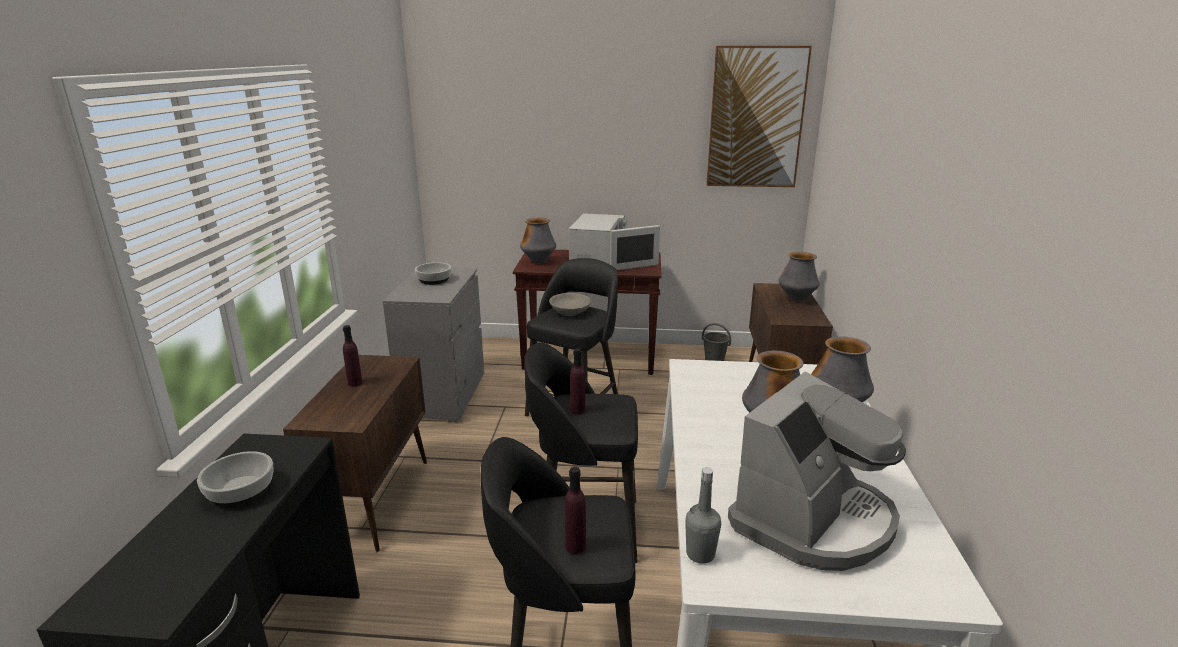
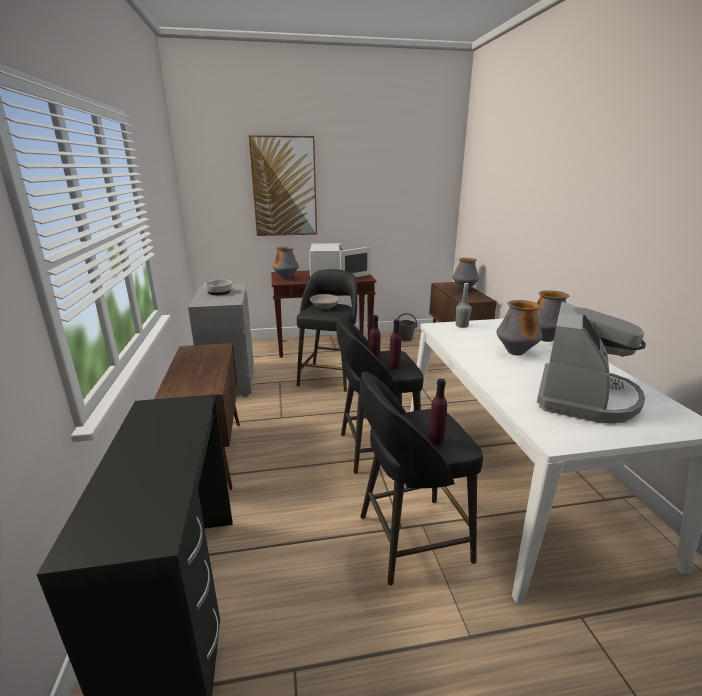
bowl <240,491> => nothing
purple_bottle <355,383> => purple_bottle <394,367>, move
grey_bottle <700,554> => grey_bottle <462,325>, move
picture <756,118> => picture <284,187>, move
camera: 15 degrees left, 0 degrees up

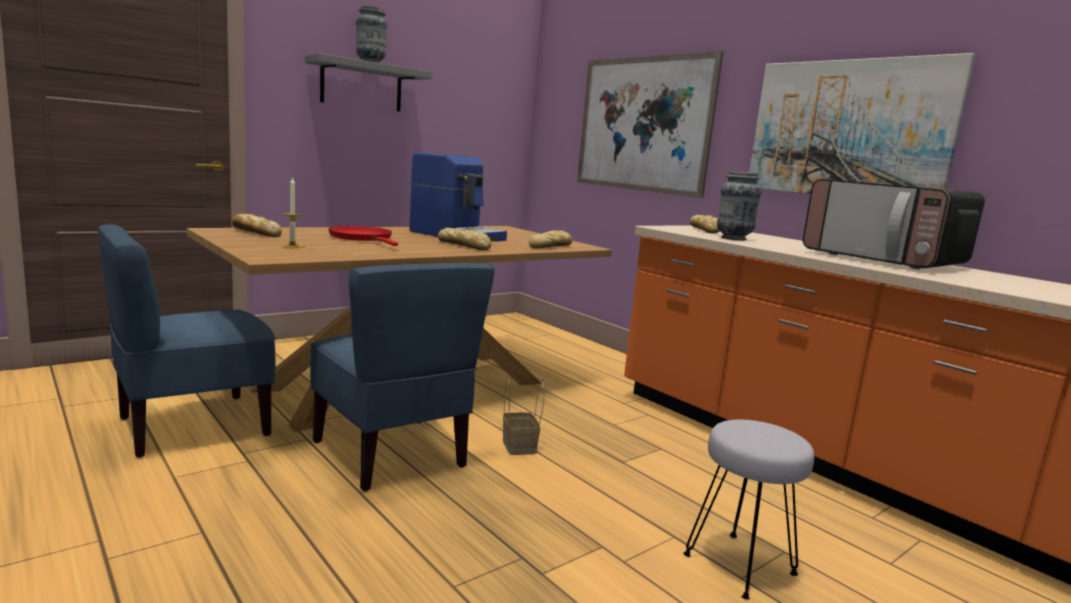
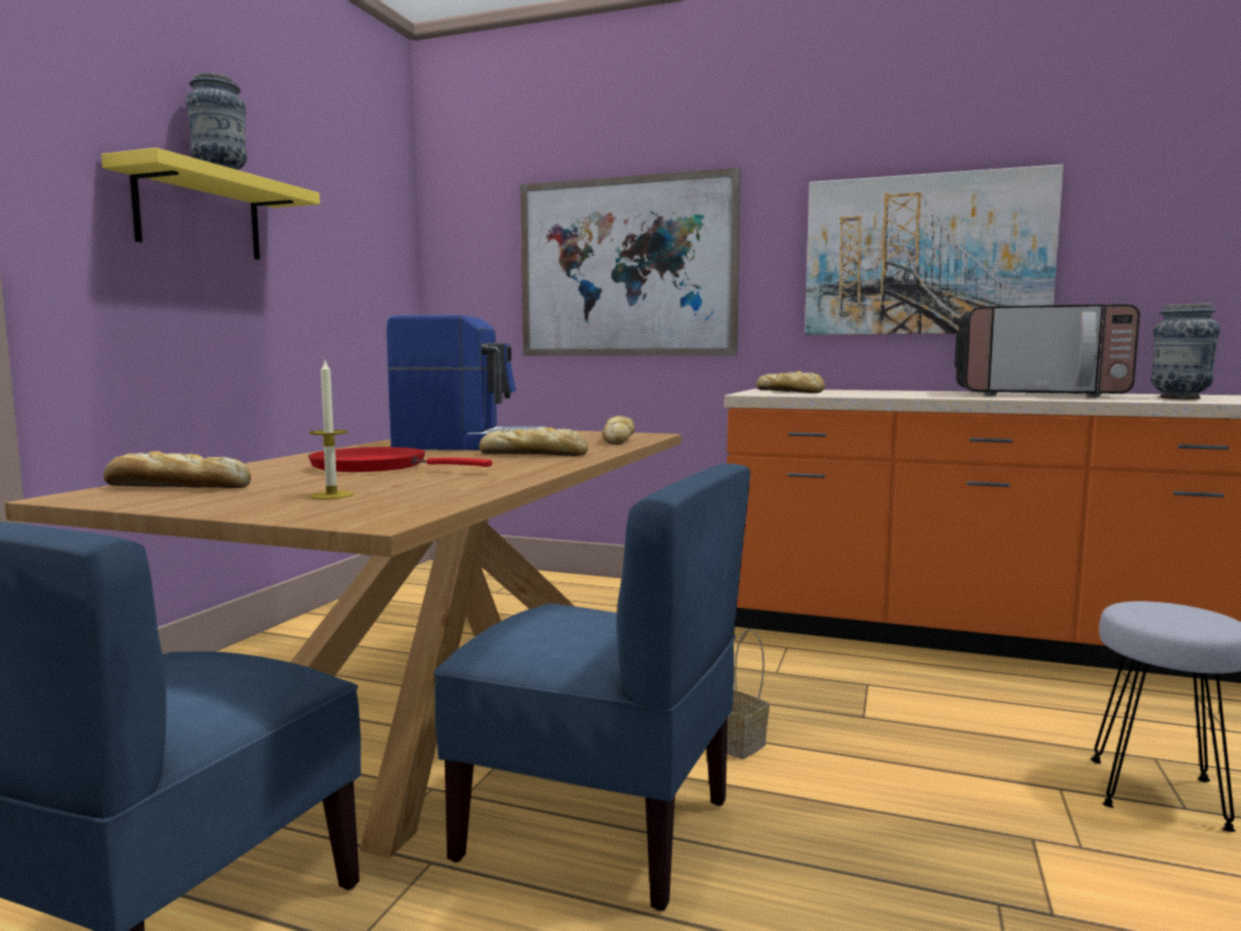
grey_shelf <361,86> => yellow_shelf <199,214>
vase <733,238> => vase <1179,398>, move
camera: 30 degrees left, 5 degrees down

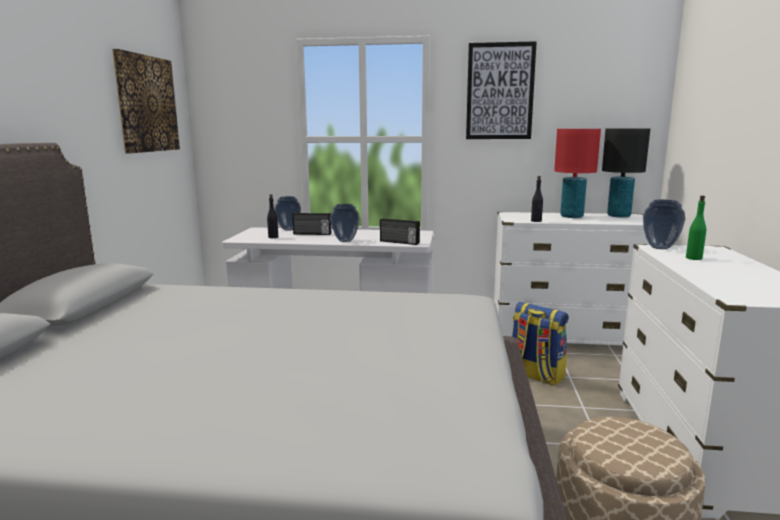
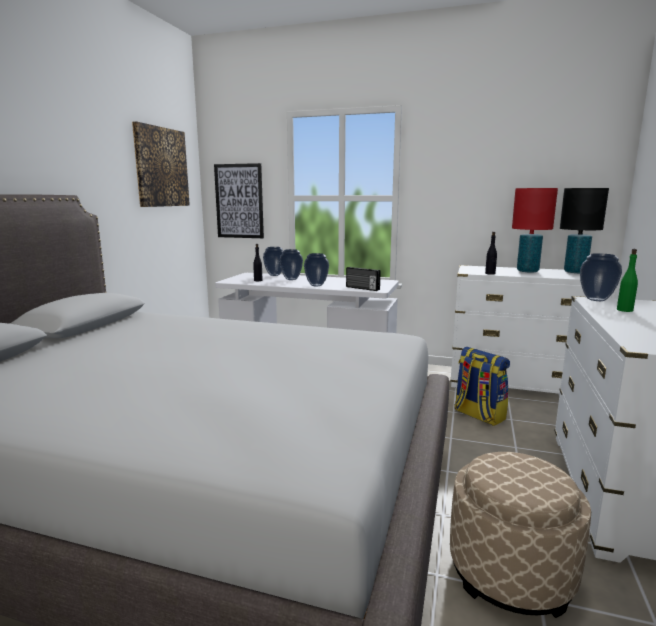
radio <312,234> => vase <291,279>
picture <500,91> => picture <239,201>, move
camera: 10 degrees right, 0 degrees up

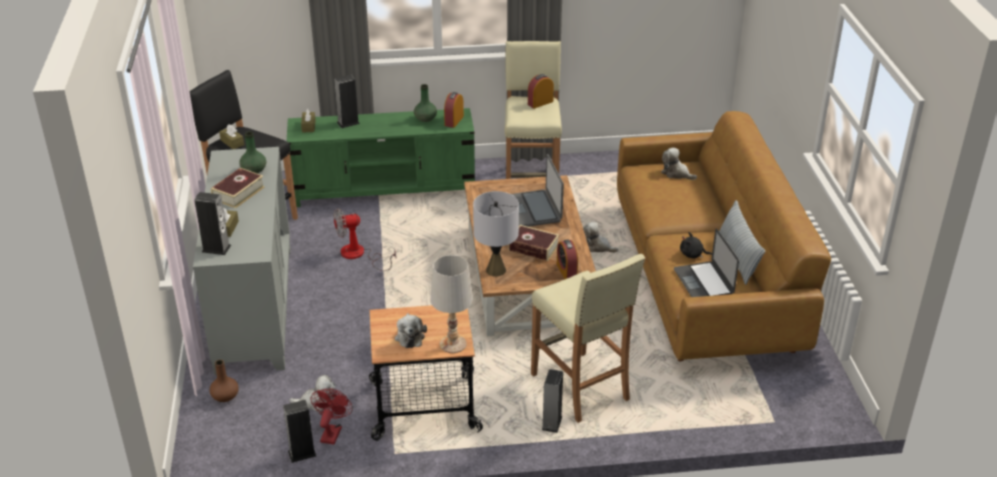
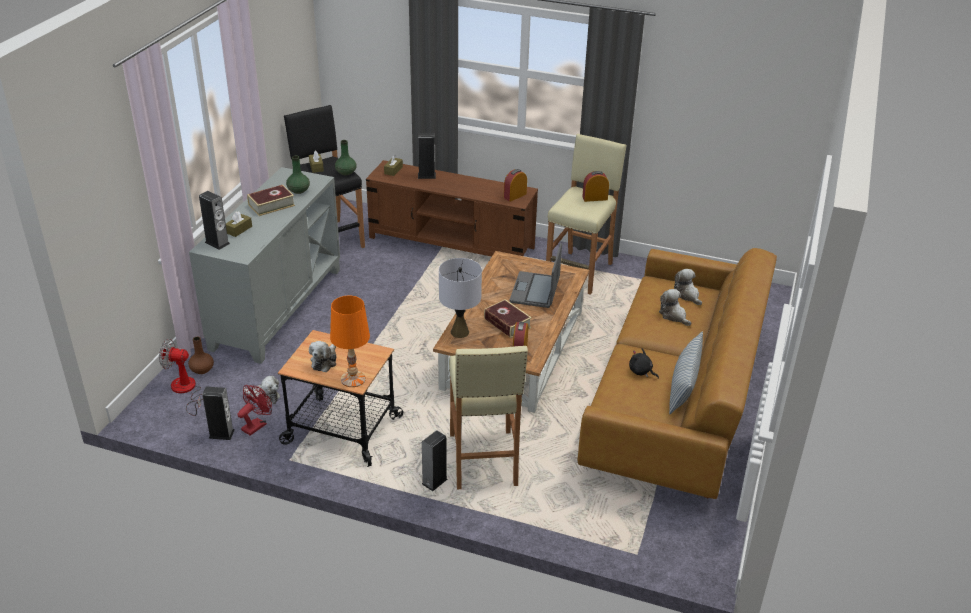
green_tv_stand <385,189> => brown_tv_stand <452,243>
fan <359,255> => fan <186,391>, move
green_vase <425,119> => green_vase <345,172>, move
white_table_lamp <453,344> => orange_table_lamp <353,379>
plush_toy <597,247> => plush_toy <673,316>, move
laptop <703,281> => nothing
camera: 25 degrees right, 0 degrees up

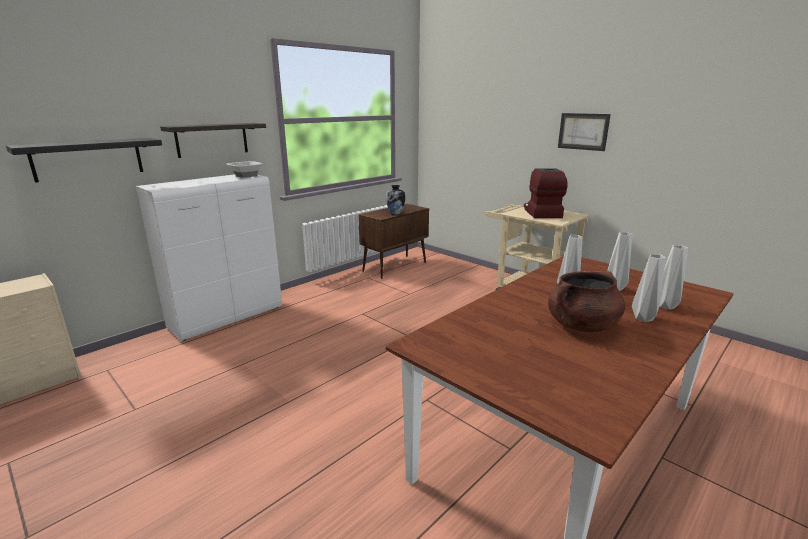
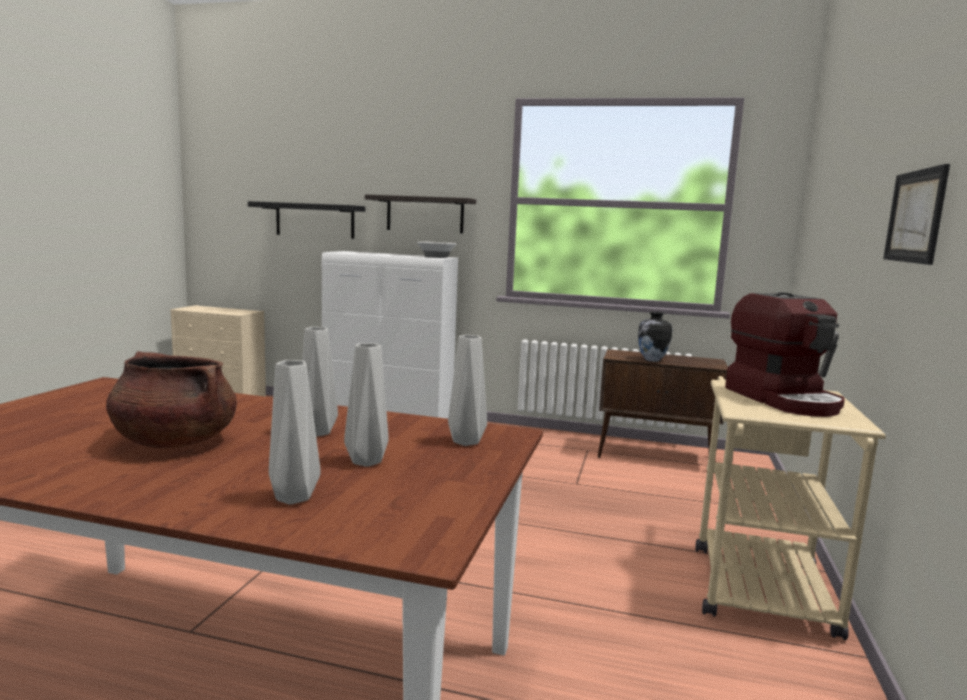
coffee_machine <541,213> => coffee_machine <784,399>, 105 degrees clockwise
grey_vase <643,318> => grey_vase <468,441>, move
camera: 60 degrees right, 10 degrees down

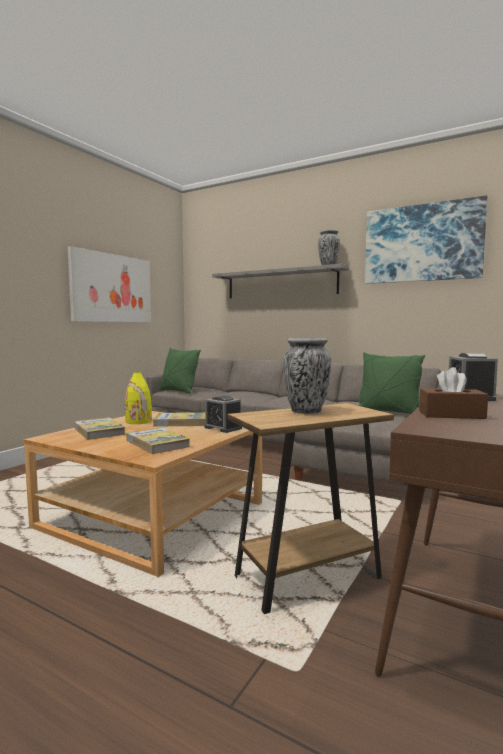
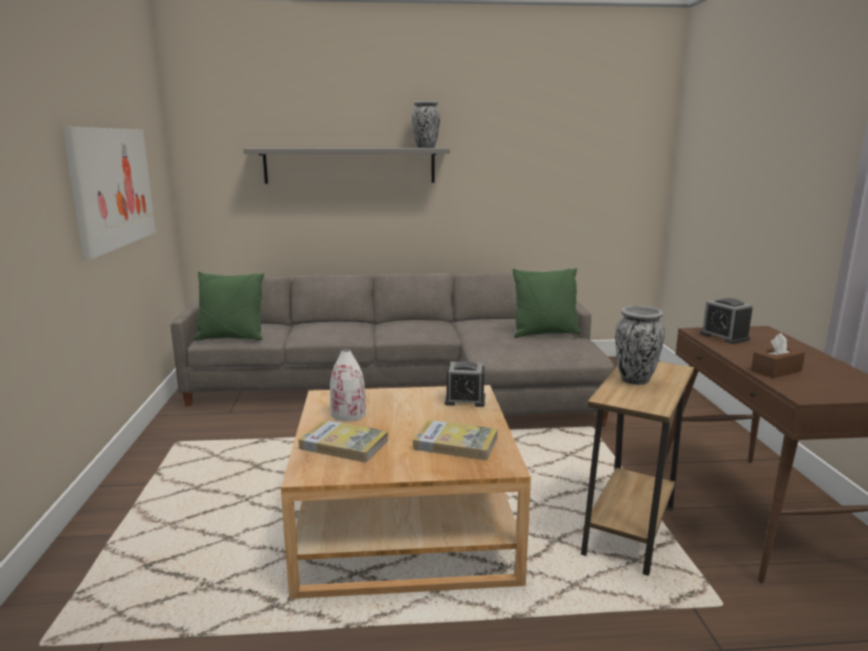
yellow_vase <139,421> => white_vase <348,414>
book <181,422> => nothing
picture <422,243> => nothing
camera: 35 degrees left, 10 degrees up

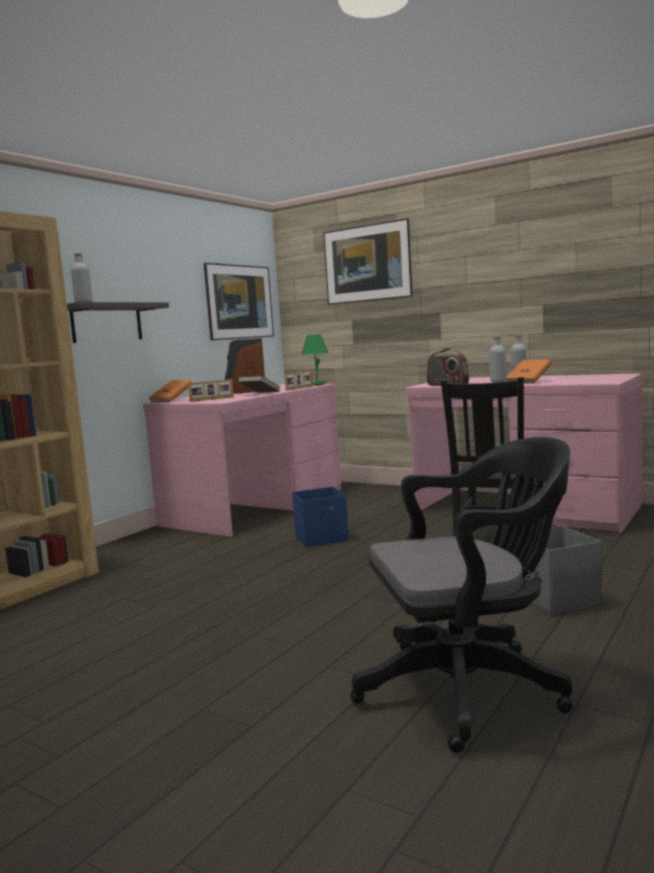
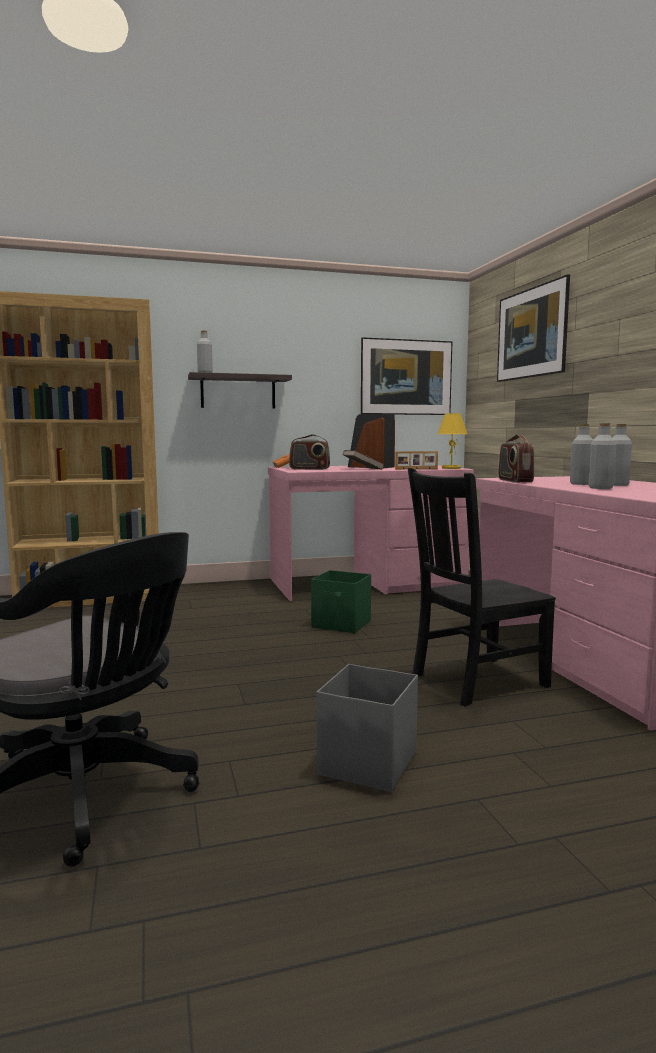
picture_frame <212,399> => radio <309,469>
blue_storage_box <322,538> => green_storage_box <342,624>
green_table_lamp <316,384> => yellow_table_lamp <451,468>
orange_book <529,382> => grey_bottle <600,488>
camera: 40 degrees right, 0 degrees up

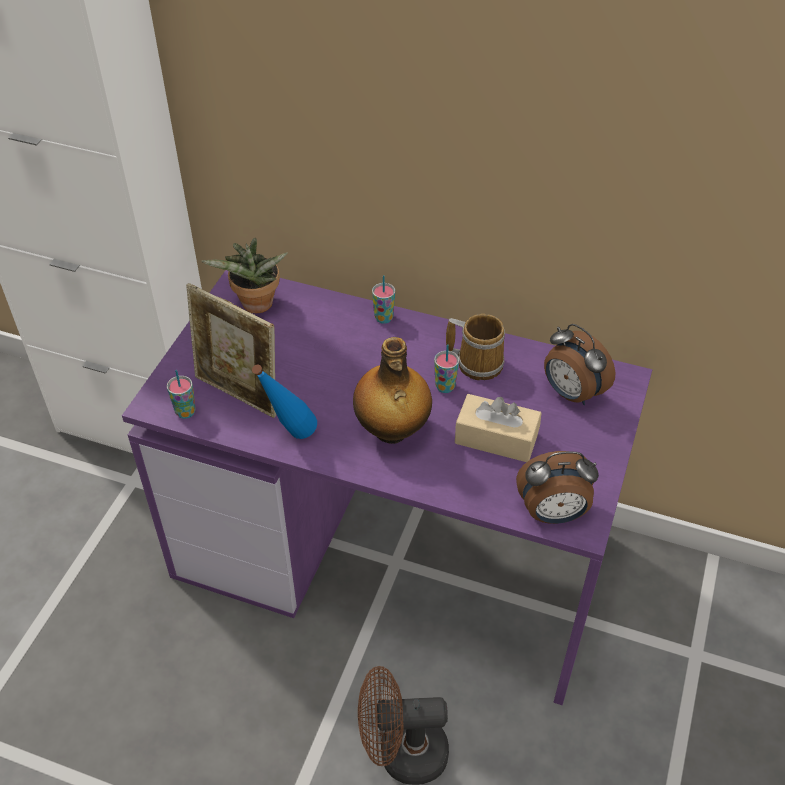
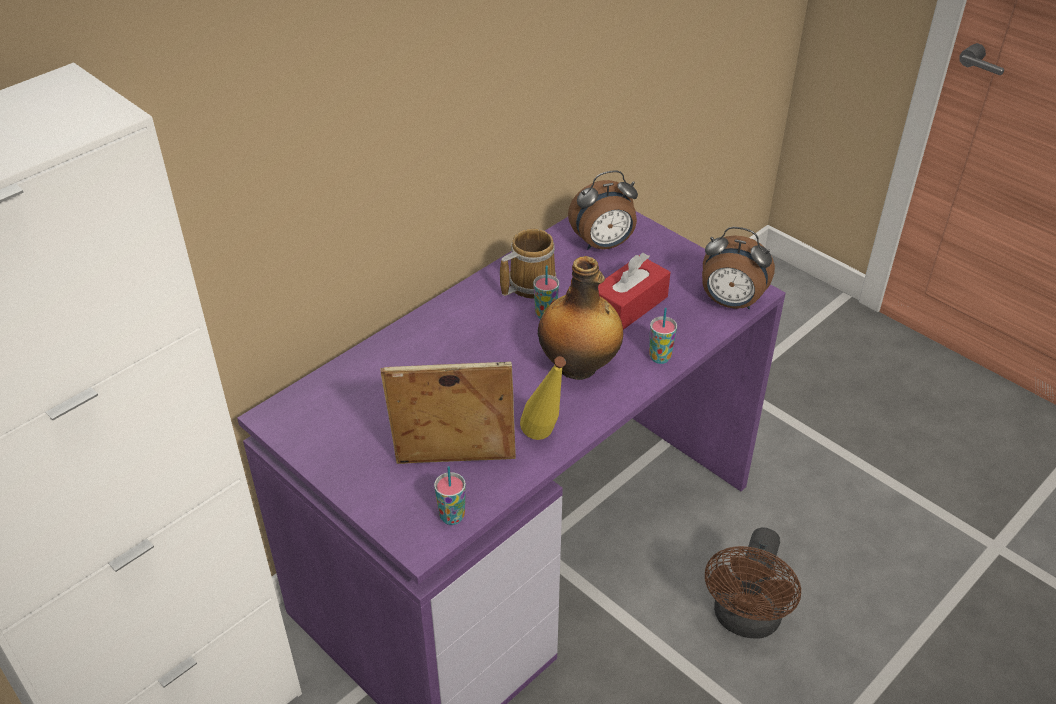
picture_frame <239,394> => picture_frame <454,464>, 150 degrees counterclockwise
potted_plant <255,307> => nothing
blue_bottle <289,438> => yellow_bottle <544,442>
cup <383,318> => cup <660,357>, move
beige_tissue_box <496,438> => red_tissue_box <628,305>
alarm_clock <553,514> => alarm_clock <730,303>, 90 degrees clockwise
camera: 65 degrees left, 5 degrees down

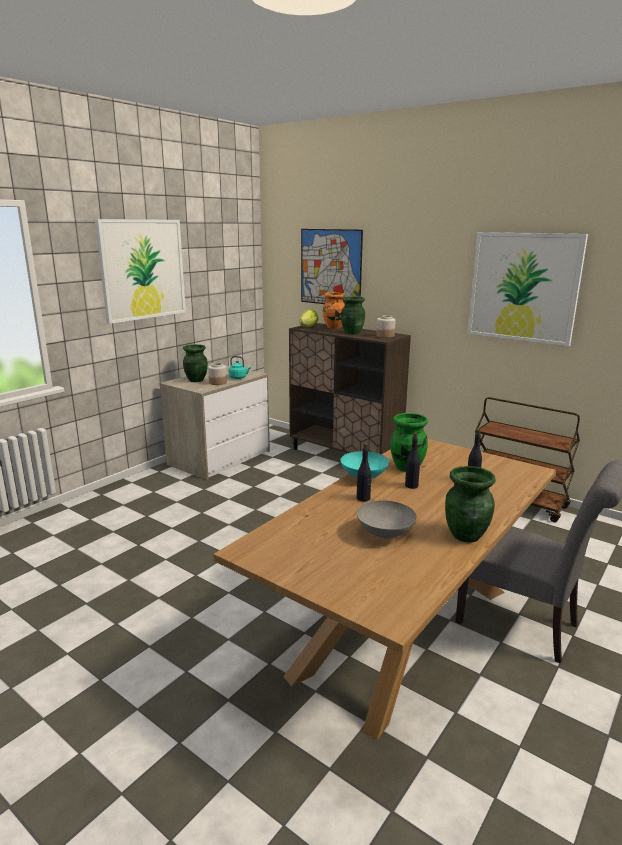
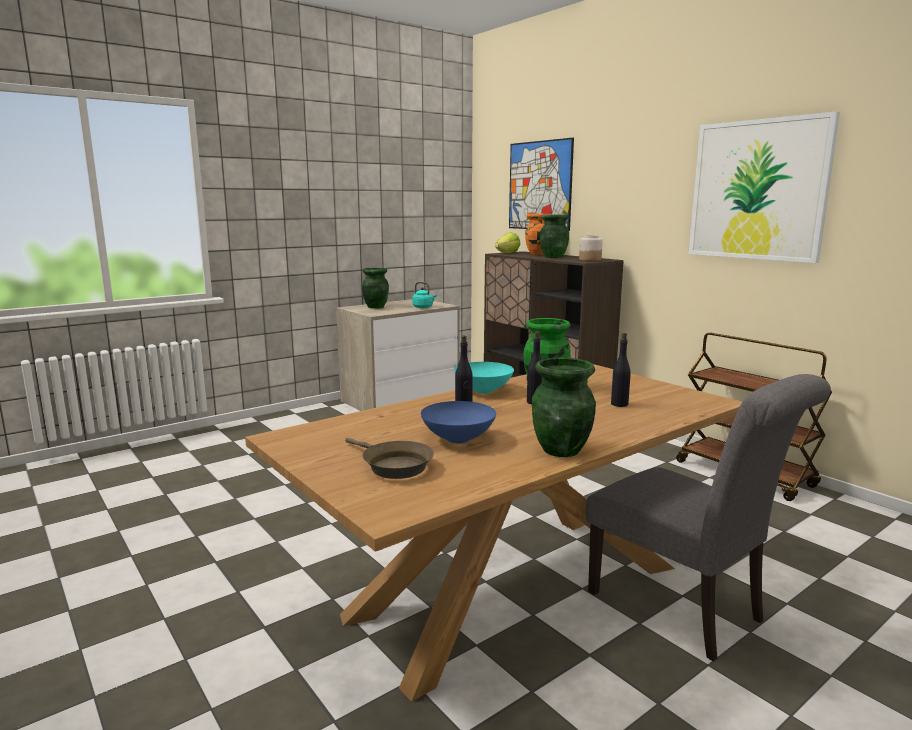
picture <142,269> => nothing
jar <217,383> => nothing
grey_bowl <386,534> => blue_bowl <459,439>
nothing => brown_frying_pan <393,466>
camera: 15 degrees right, 5 degrees down

